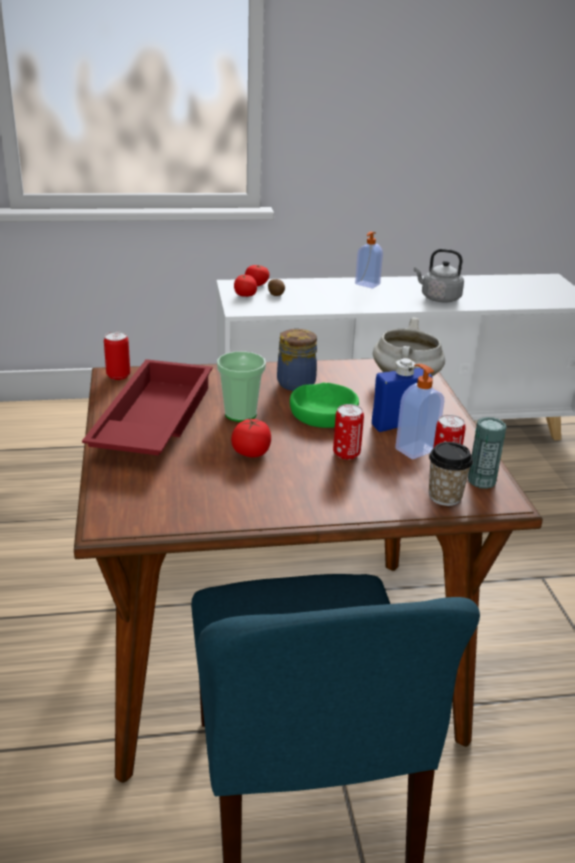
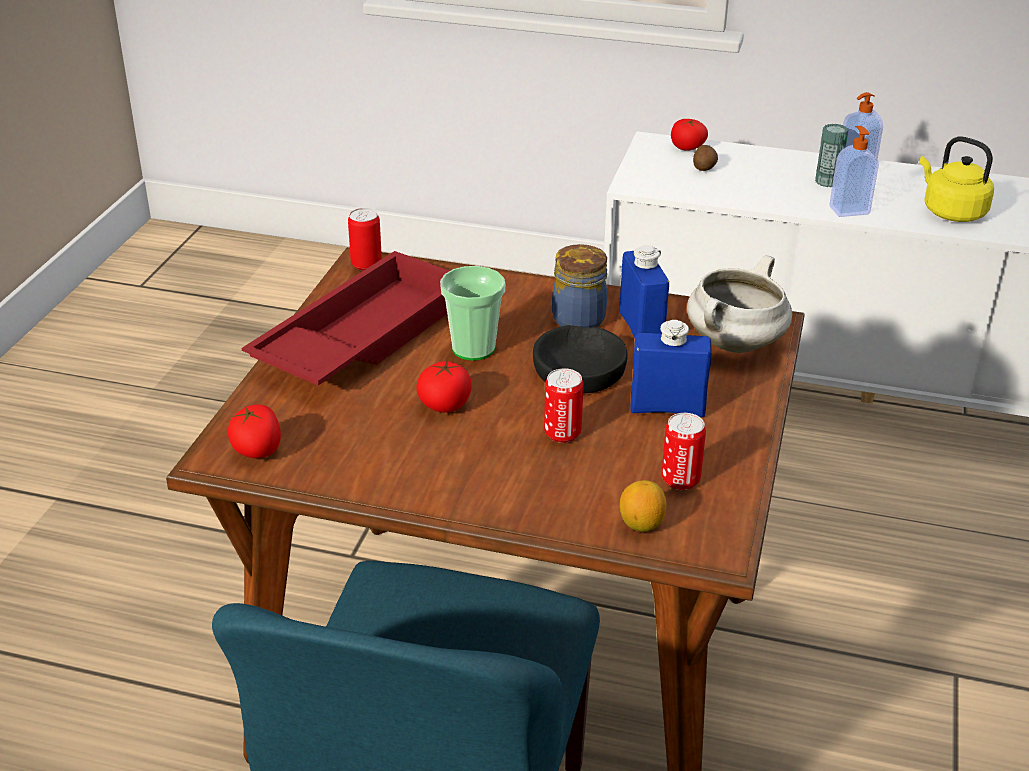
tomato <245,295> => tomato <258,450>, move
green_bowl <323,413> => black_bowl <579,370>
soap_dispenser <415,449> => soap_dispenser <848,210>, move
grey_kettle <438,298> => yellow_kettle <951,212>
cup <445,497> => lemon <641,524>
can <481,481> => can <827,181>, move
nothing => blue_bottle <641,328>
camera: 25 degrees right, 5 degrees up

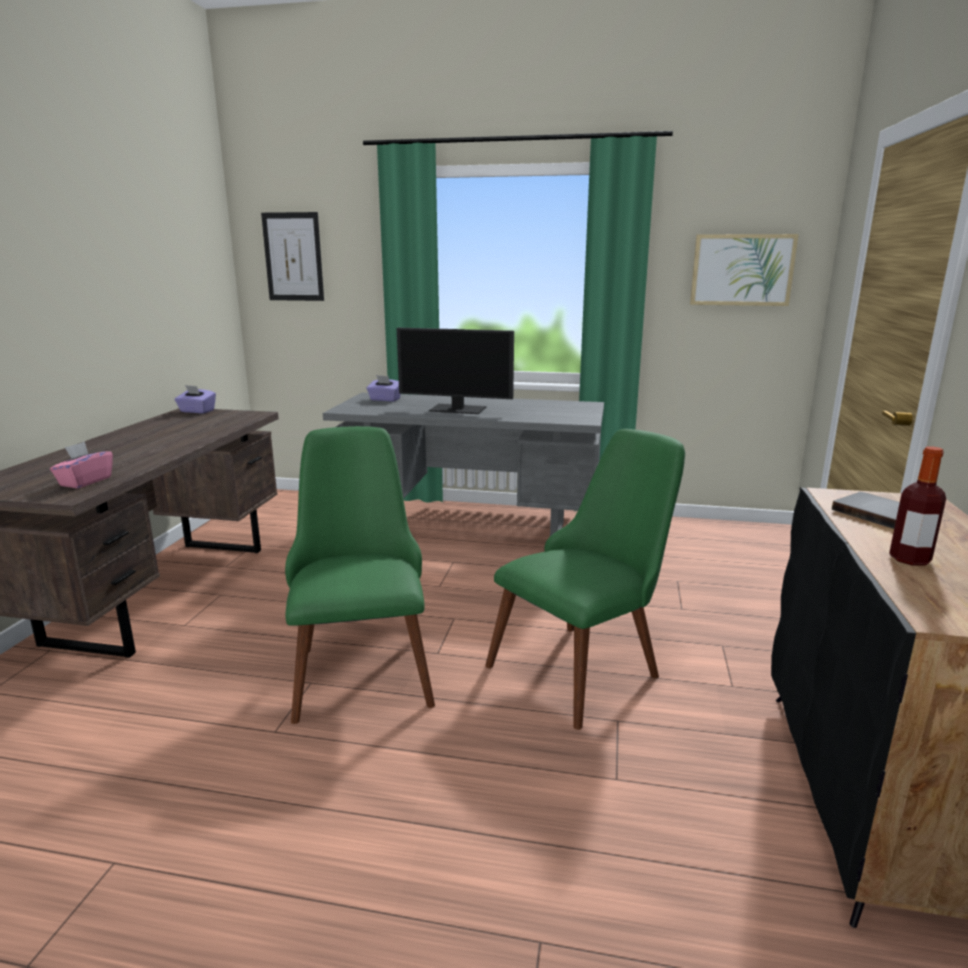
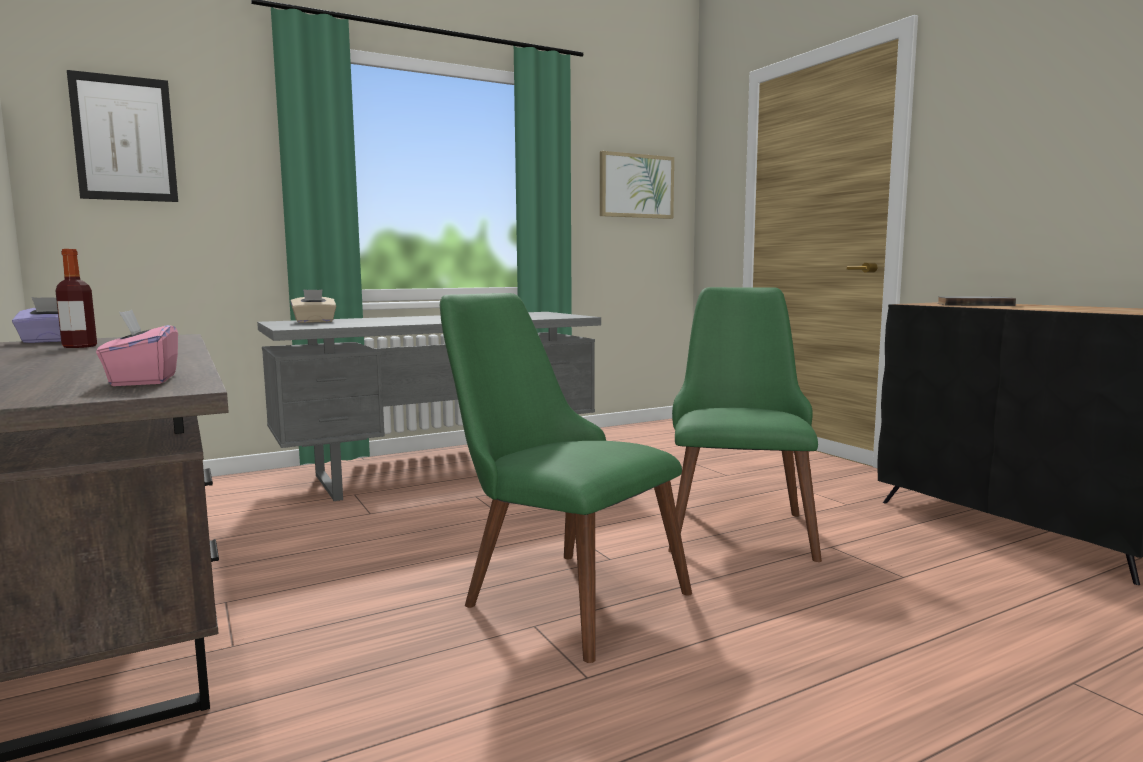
purple_tissue_box <385,399> => beige_tissue_box <314,322>
monitor <458,409> => nothing
bottle <909,559> => bottle <79,346>, move
camera: 40 degrees left, 10 degrees down

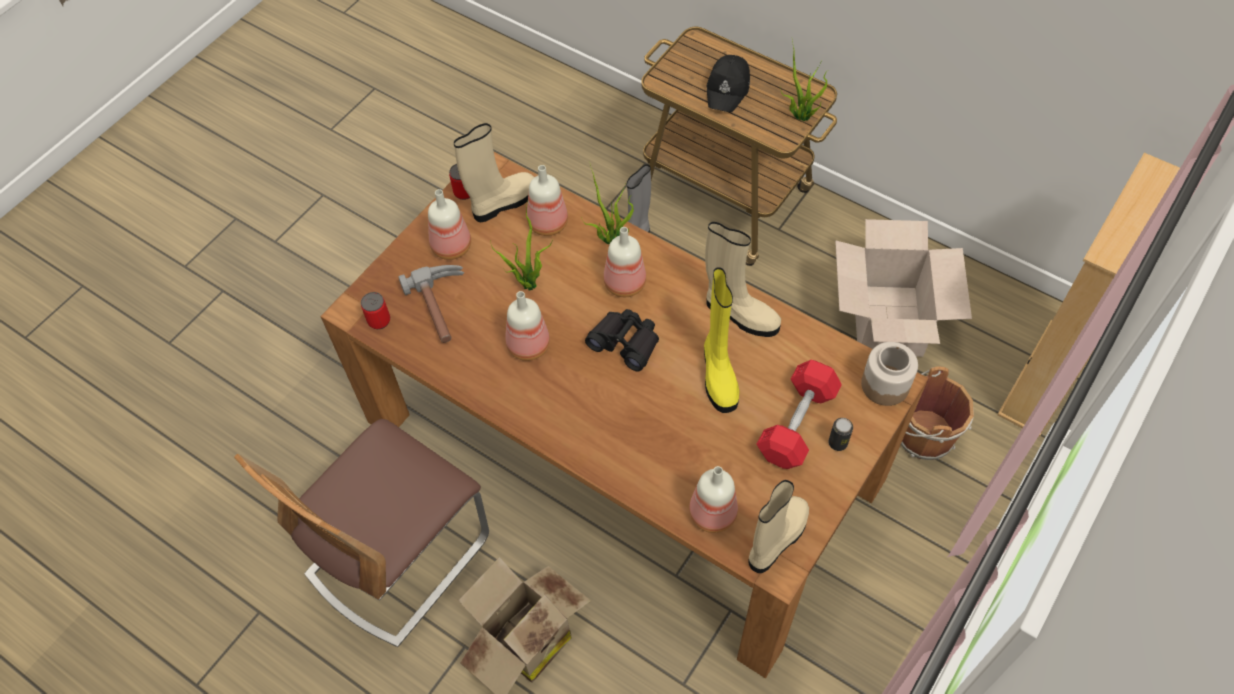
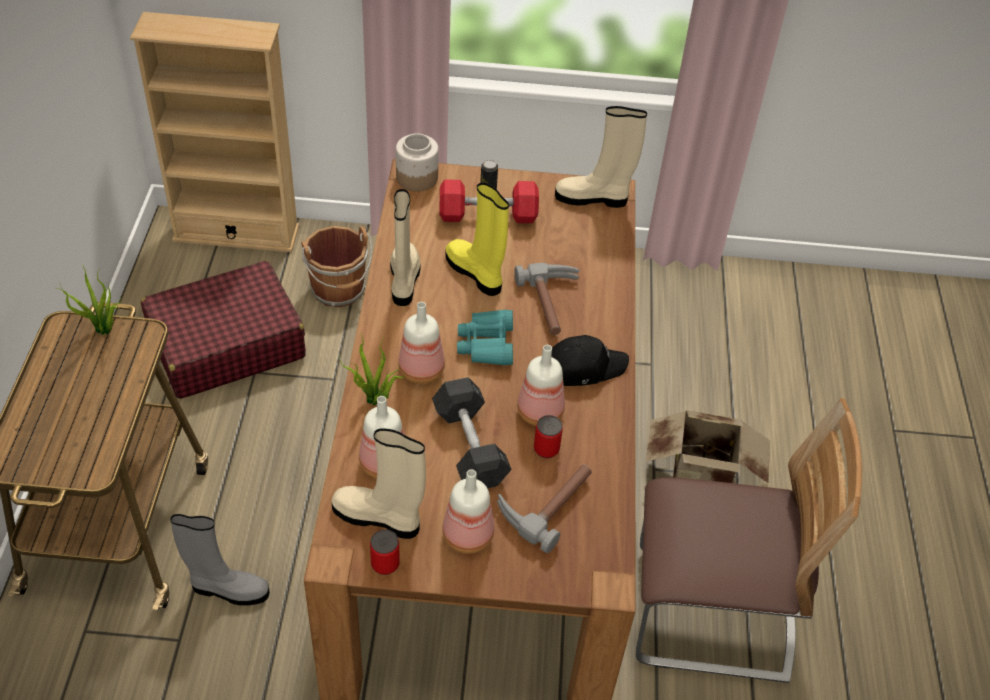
can <379,320> => can <546,449>, move
potted_plant <527,282> => grey_dumbbell <470,446>
black_binoculars <625,342> => turquoise_binoculars <487,344>
bottle <713,515> => nothing
yellow_boot <718,374> => yellow_boot <475,273>, 90 degrees counterclockwise
black_cap <728,88> => black_cap <583,367>, move
cardboard_box <886,321> => red_suitcase <226,344>
nothing => hammer <554,304>
camera: 125 degrees left, 10 degrees down

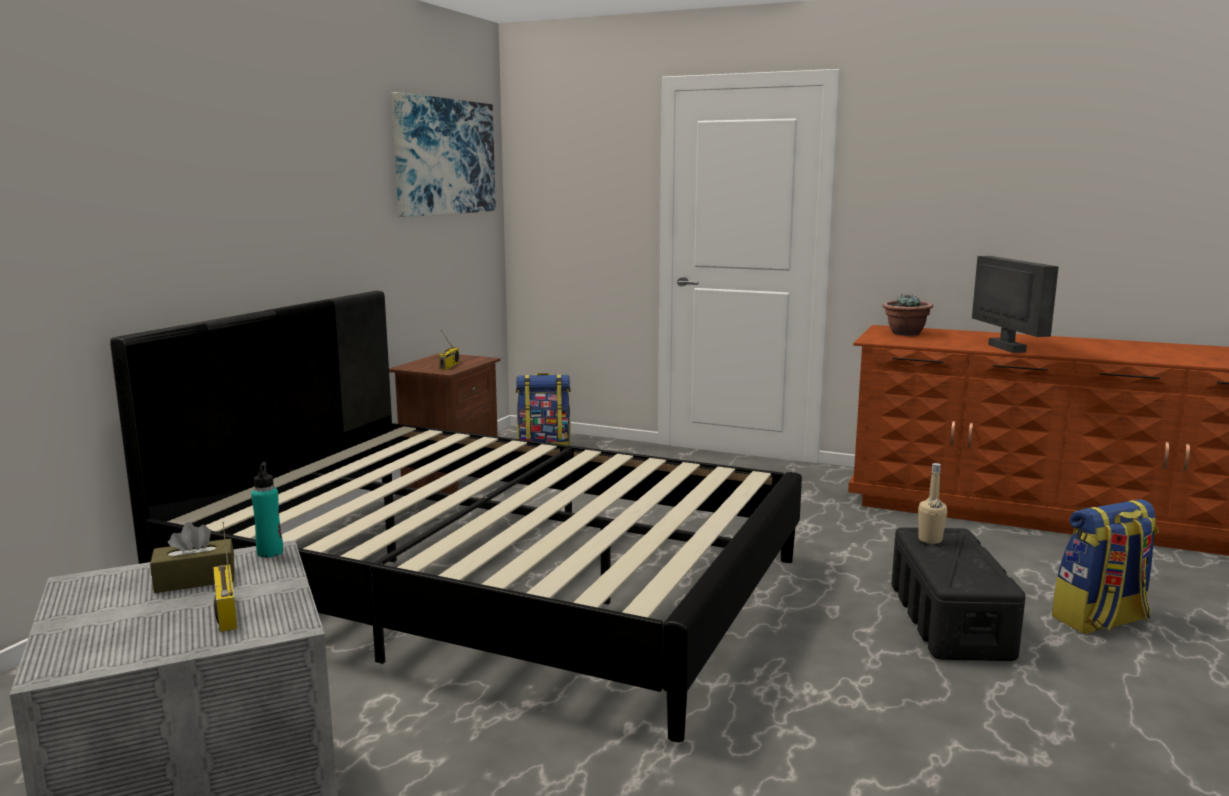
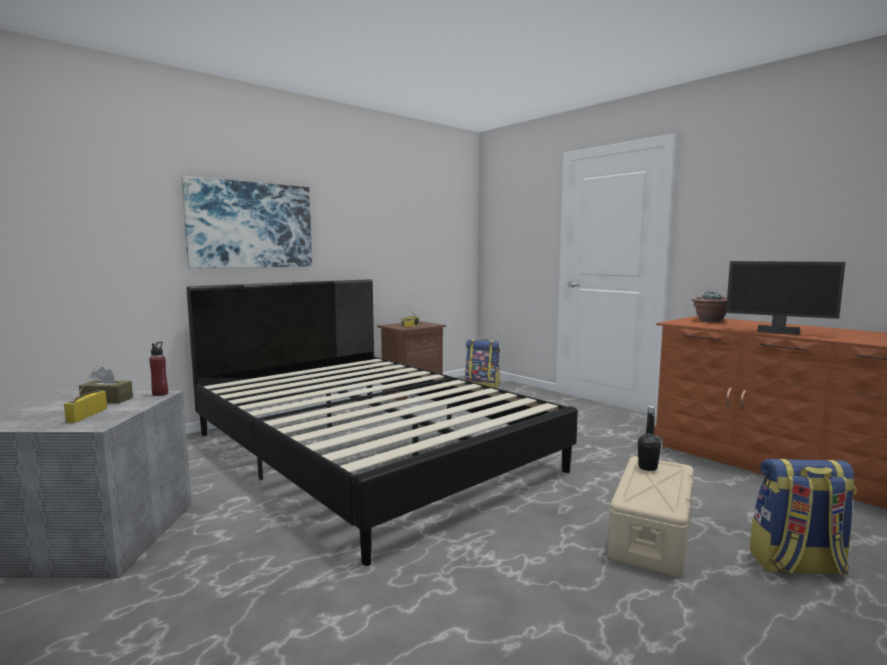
turquoise_bottle <270,552> => red_bottle <160,394>
picture <444,157> => picture <251,225>, move
black_storage_box <949,620> => beige_storage_box <651,534>
beige_bottle <930,540> => black_bottle <647,467>
monitor <1005,348> => monitor <778,332>, 105 degrees clockwise
camera: 25 degrees right, 5 degrees down

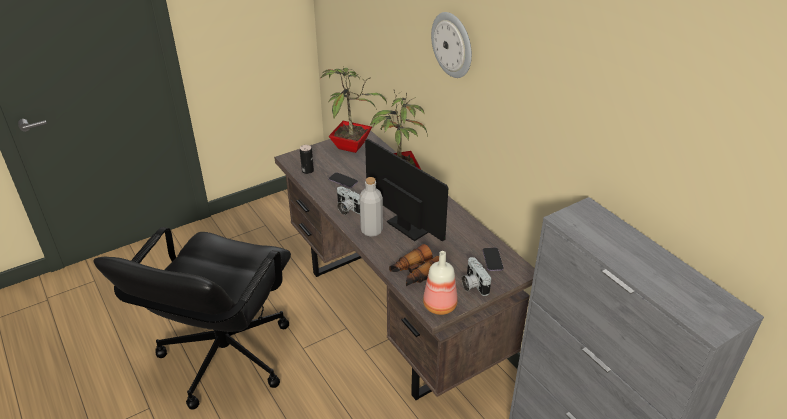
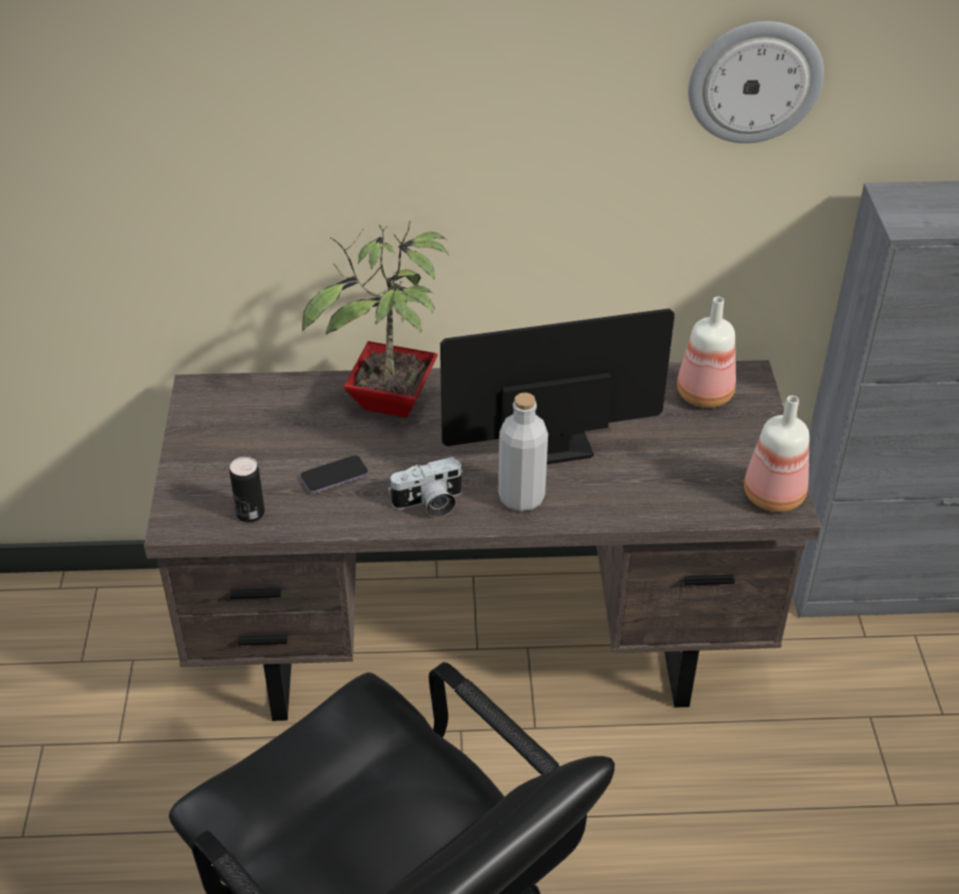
potted_plant <352,145> => nothing
binoculars <415,273> => nothing
wall_clock <453,45> => wall_clock <754,81>, move
photo_camera <473,284> => nothing
phone <492,260> => bottle <703,393>
camera: 60 degrees left, 5 degrees up

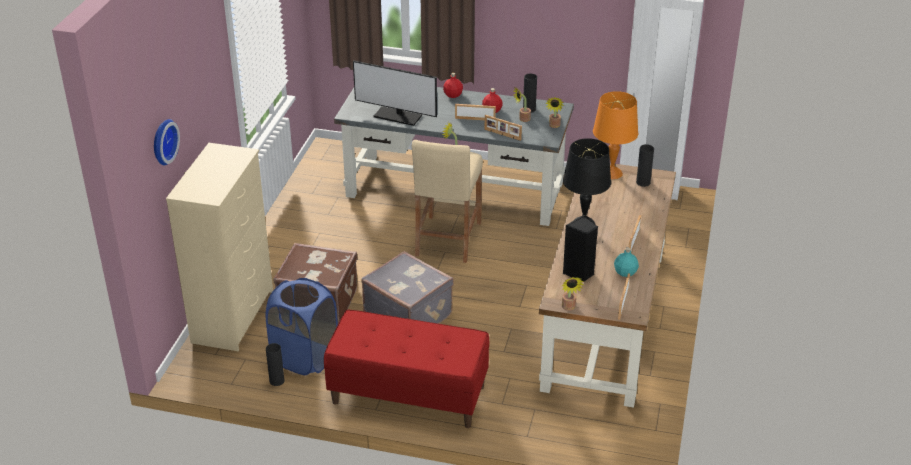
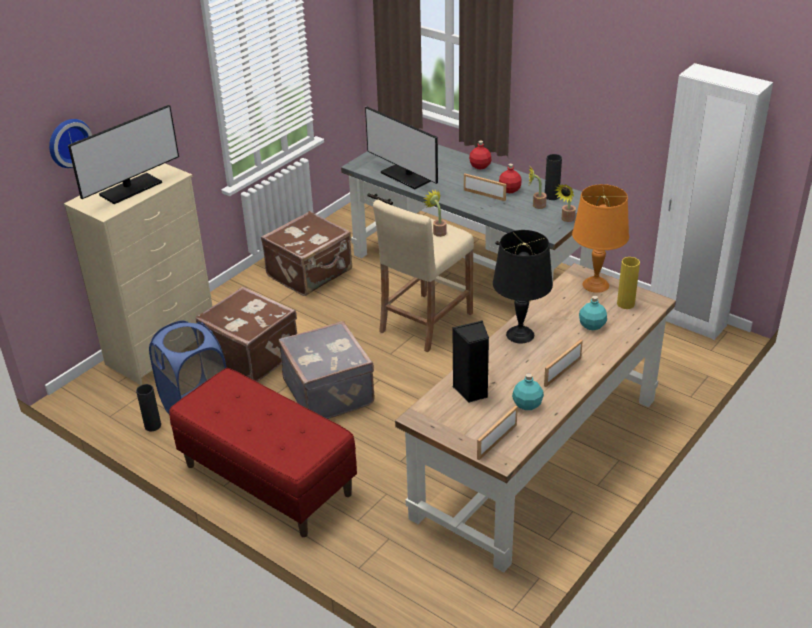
picture_frame <502,135> => nothing
potted_plant <569,308> => nothing
black_vase <643,182> => yellow_vase <625,304>
nothing => monitor <131,189>
nothing => brown_suitcase <311,273>
nothing => turquoise_bottle <592,325>
camera: 25 degrees right, 0 degrees up

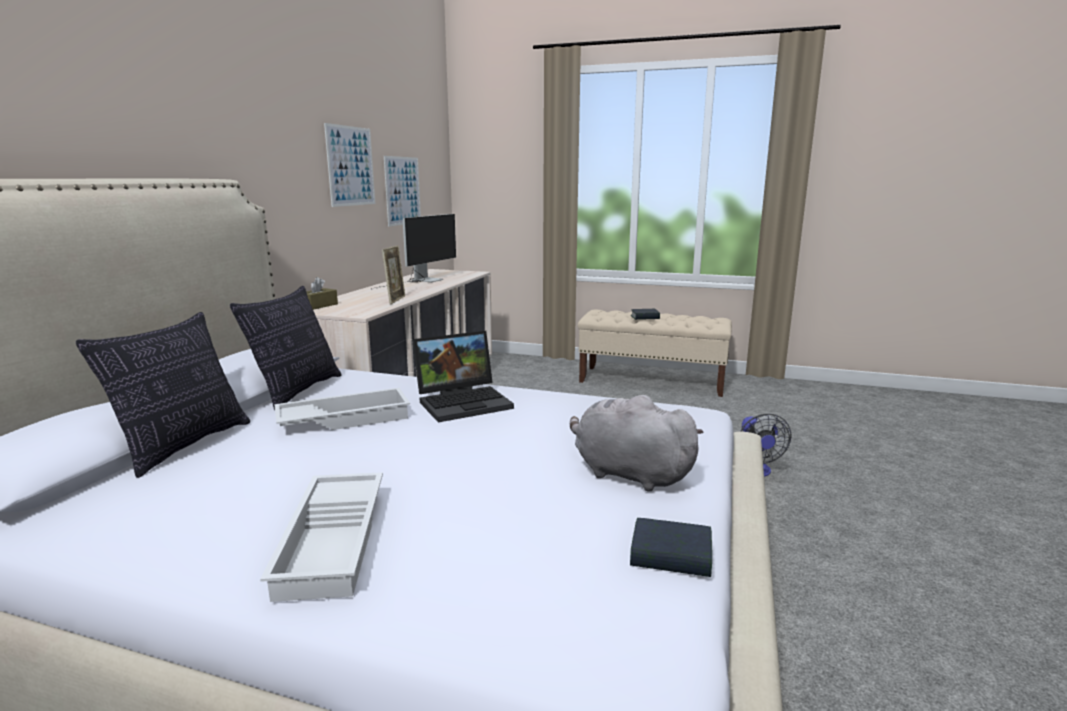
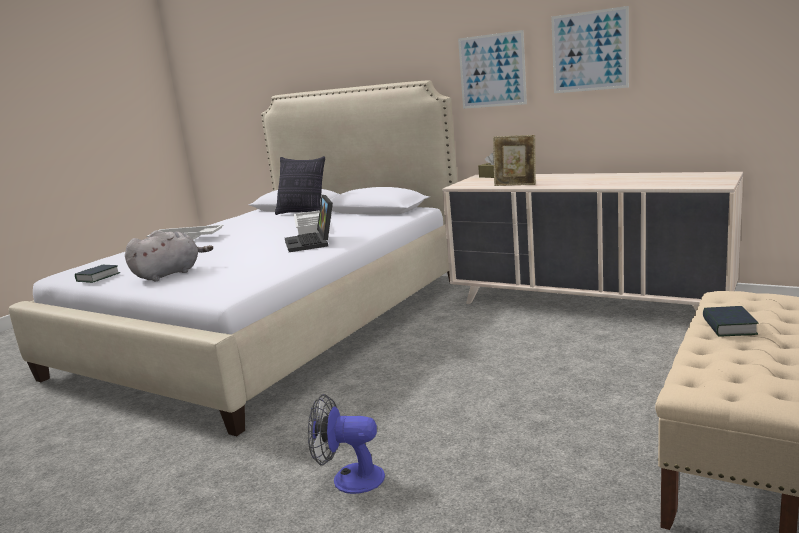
pillow <297,391> => nothing
monitor <421,281> => nothing
picture <403,191> => picture <492,70>, move
camera: 105 degrees right, 0 degrees up

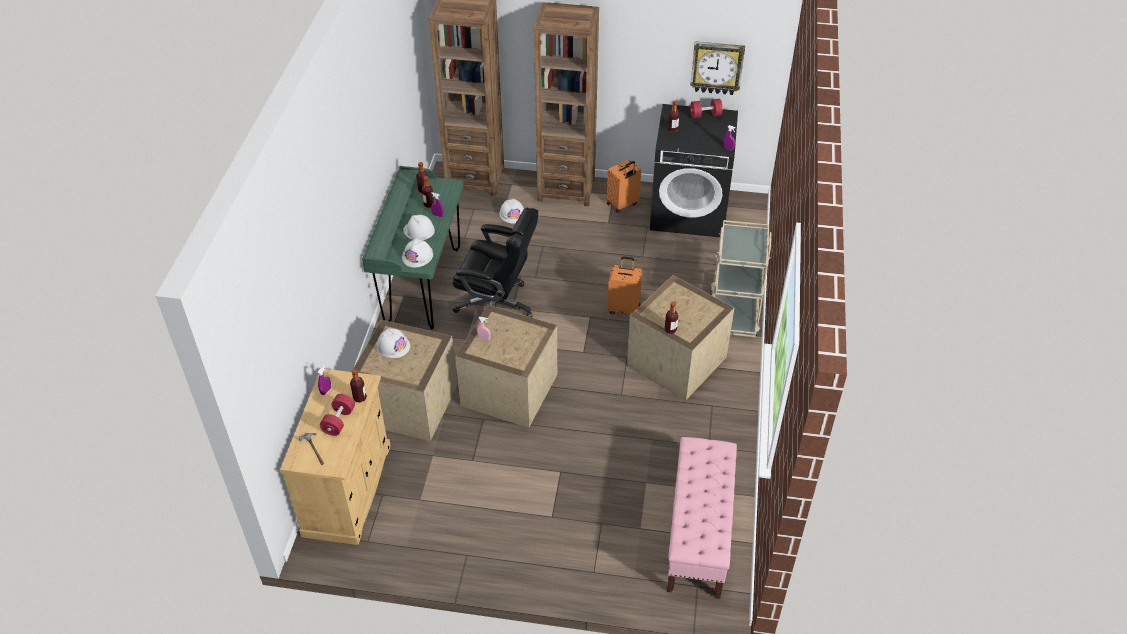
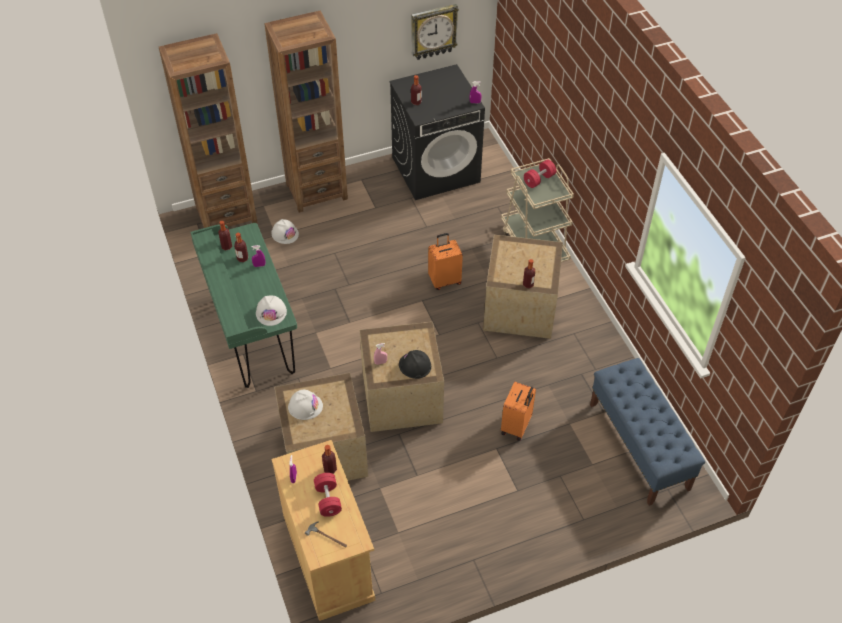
white_hard_hat <419,230> => nothing
black_office_chair <497,306> => nothing
orange_suitcase <623,204> => orange_suitcase <516,426>, move
pink_bench <698,534> => blue_bench <639,446>
red_dumbbell <705,115> => red_dumbbell <539,179>, move
nothing => black_hard_hat <415,365>
camera: 30 degrees left, 5 degrees up

